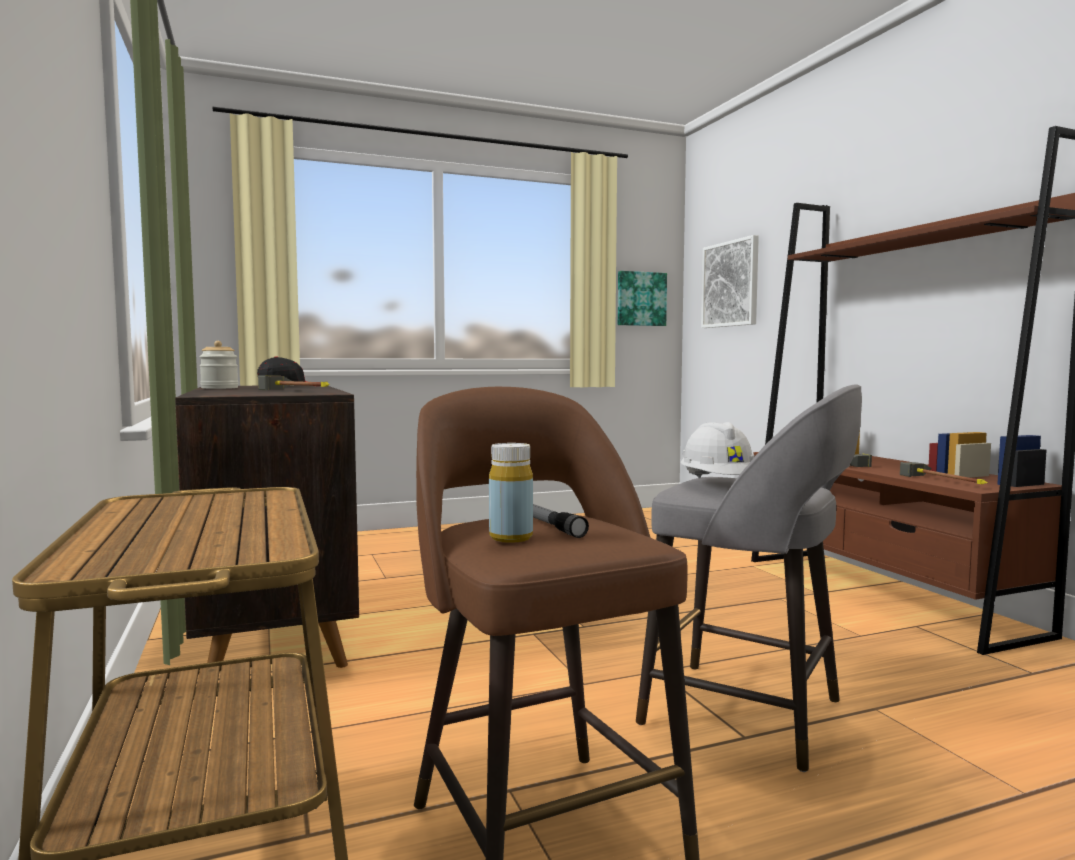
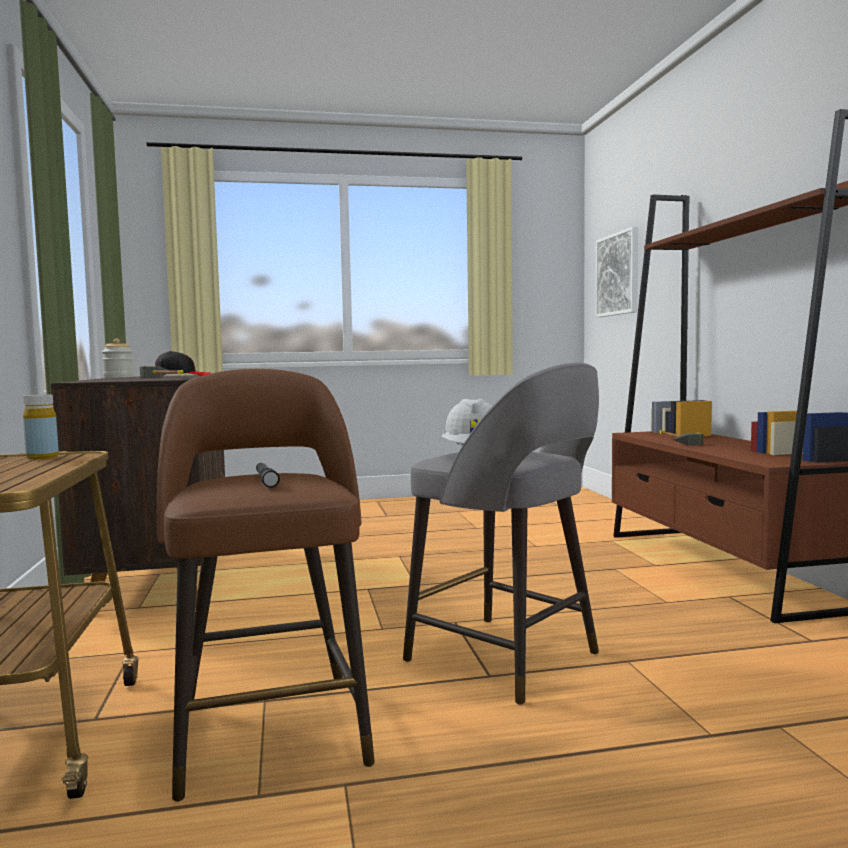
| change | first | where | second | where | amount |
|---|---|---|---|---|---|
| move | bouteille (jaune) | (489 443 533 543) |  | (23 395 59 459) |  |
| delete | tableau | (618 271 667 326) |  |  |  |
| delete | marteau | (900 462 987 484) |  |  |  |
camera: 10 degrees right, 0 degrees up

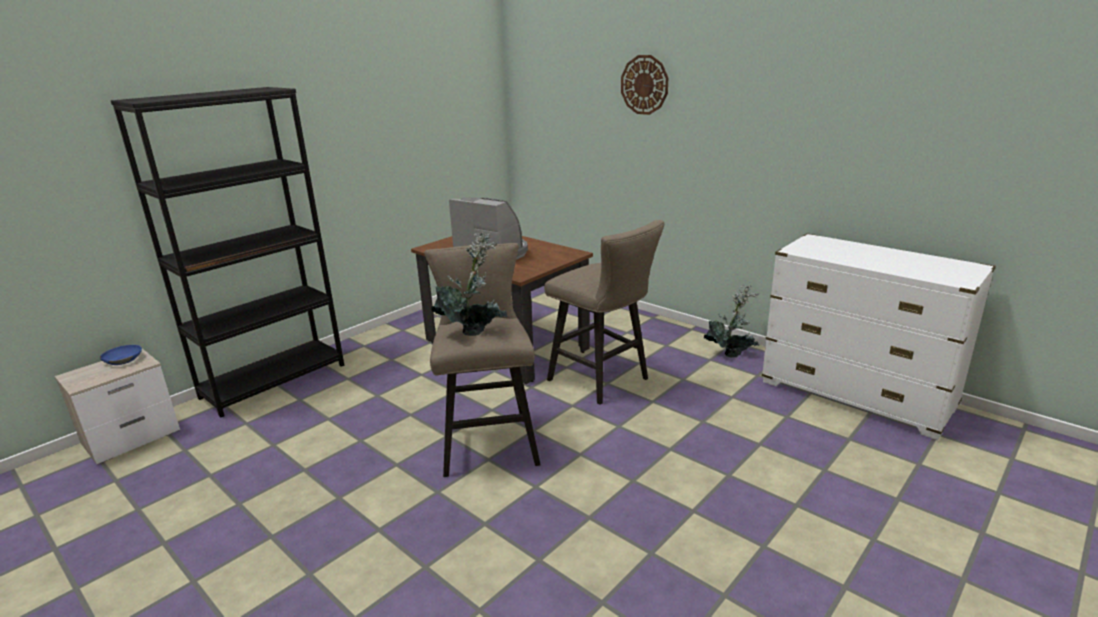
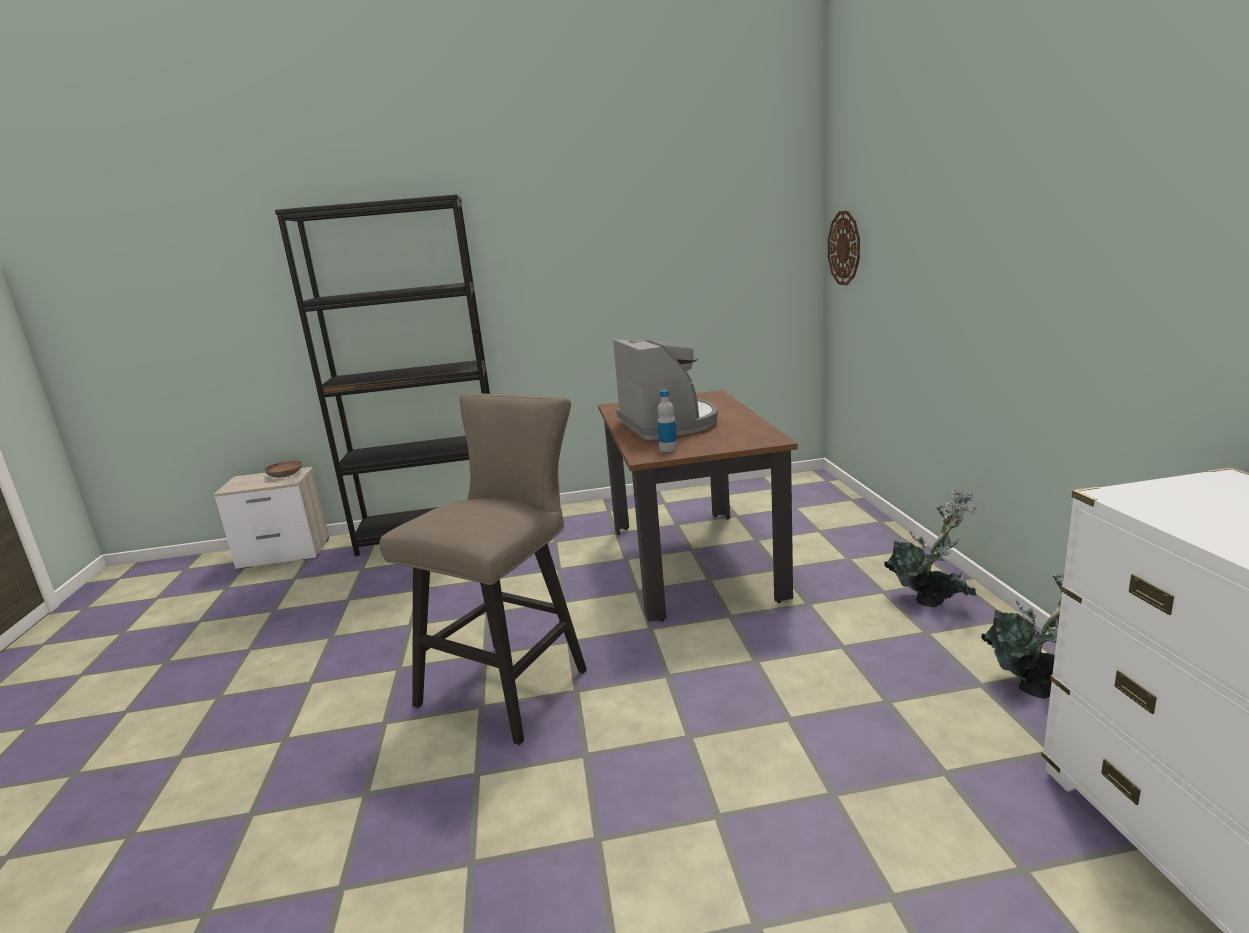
| change | first | where | second | where | amount |
|---|---|---|---|---|---|
| recolor | bol (bleu) | (100 345 142 365) | bol (marron) | (265 461 303 478) |  |
| move | plante en pot | (431 232 508 336) |  | (884 490 977 607) |  |
| delete | tabouret (beige) | (544 220 664 405) |  |  |  |
| move | horloge murale | (621 55 668 115) |  | (828 211 860 286) |  |
| insert |  |  | bouteille | (657 390 678 452) |  |
camera: 40 degrees right, 5 degrees down

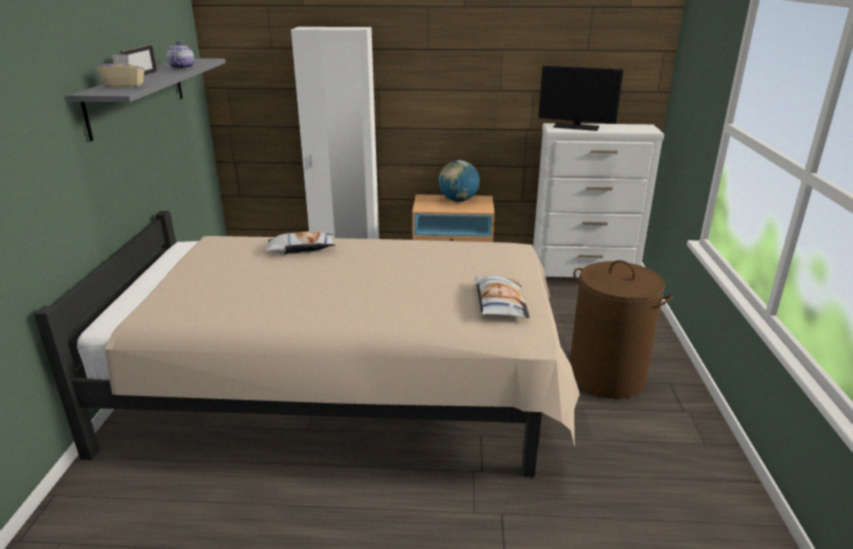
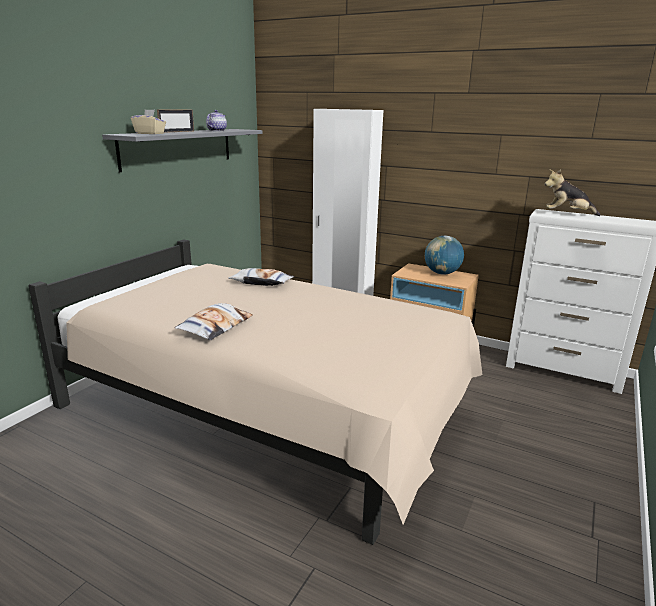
| change | first | where | second | where | amount |
|---|---|---|---|---|---|
| move | coussin | (475 275 530 318) |  | (175 303 253 340) |  |
| replace | écran d'ordinateur | (538 65 623 131) | peluche | (545 169 600 216) |  |
| delete | panier à linge (marron) | (570 260 673 399) |  |  |  |
camera: 25 degrees right, 5 degrees down

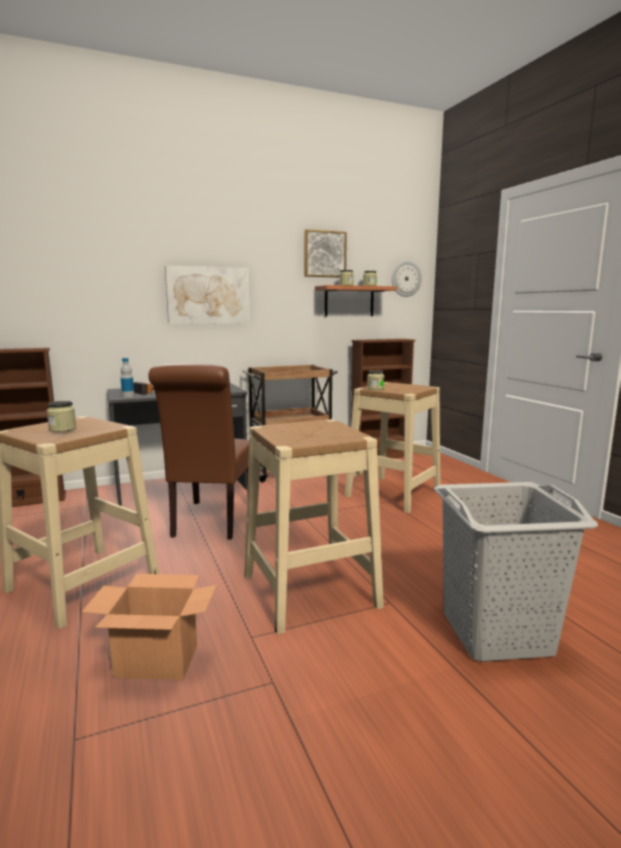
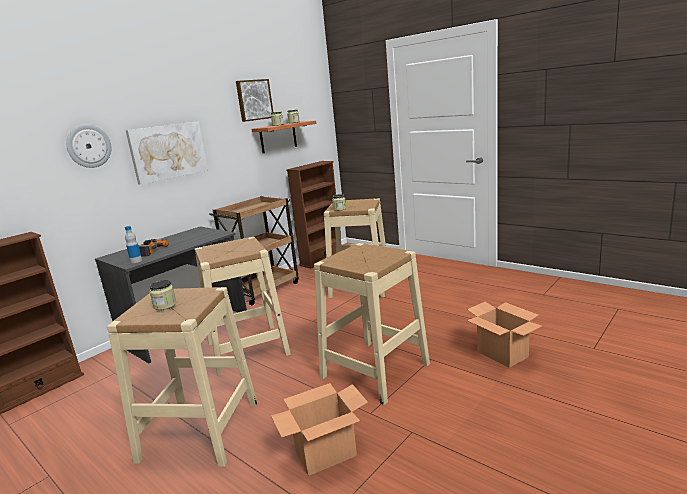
| change | first | where | second | where | amount |
|---|---|---|---|---|---|
| replace | chaise (marron) | (148 364 249 540) | tabouret (beige) | (195 237 291 376) |  |
| move | horloge murale | (392 261 422 297) |  | (66 124 112 168) |  |
| replace | panier à linge (gris) | (434 482 598 662) | carton | (467 302 542 368) |  |
camera: 25 degrees left, 5 degrees up

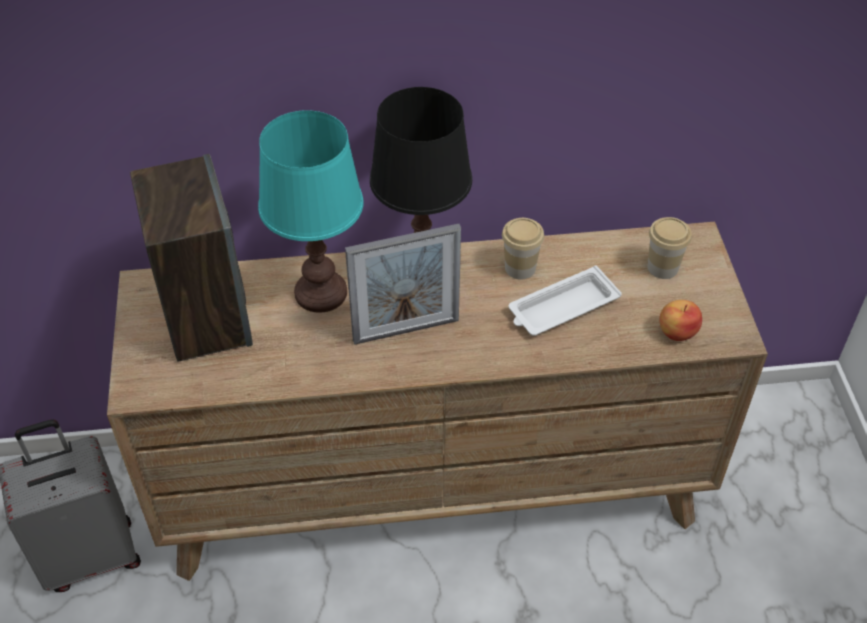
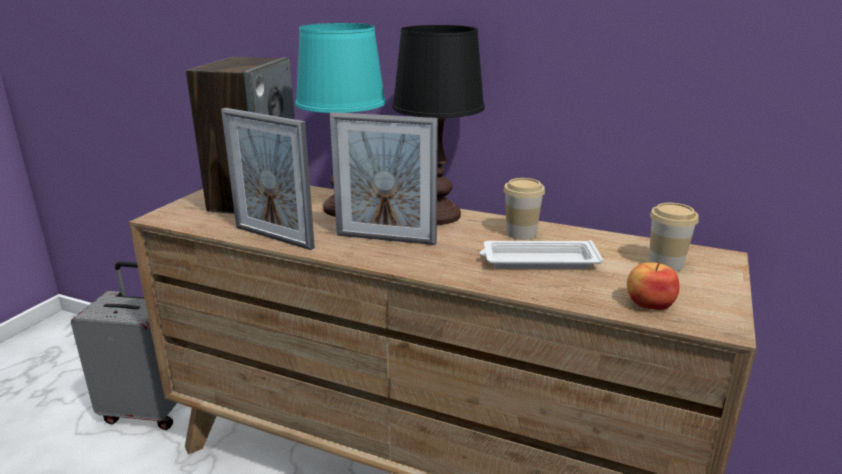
| change | first | where | second | where | amount |
|---|---|---|---|---|---|
| insert |  |  | cadre photo | (221 108 315 250) |  |
camera: 30 degrees right, 25 degrees down

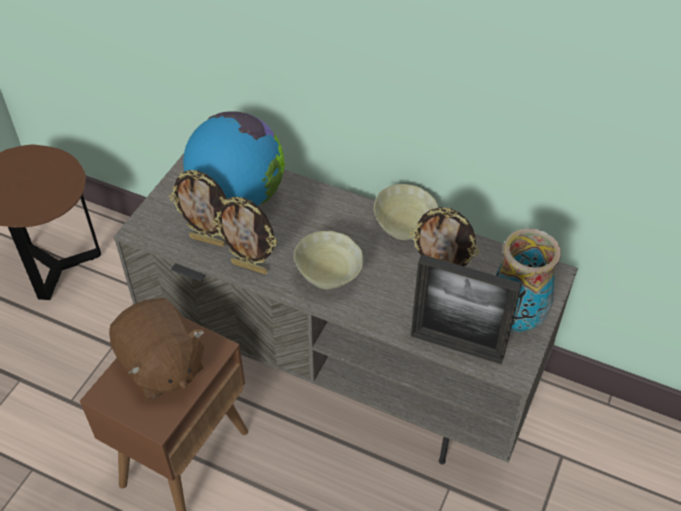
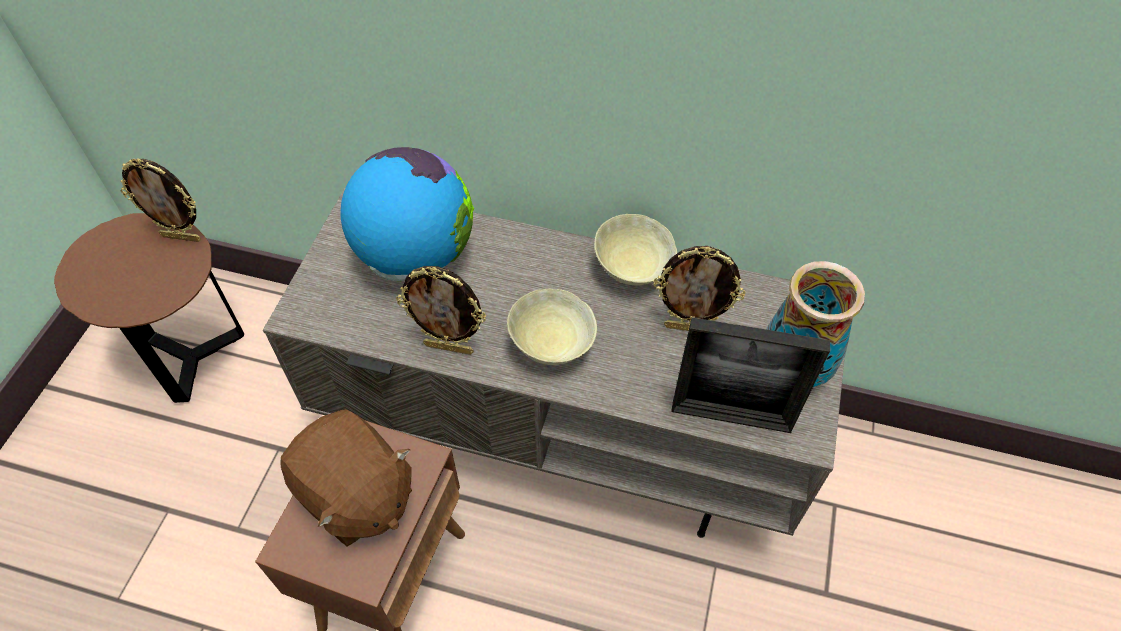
| change | first | where | second | where | amount |
|---|---|---|---|---|---|
| move | cadre photo | (169 170 227 247) |  | (120 158 201 242) |  |
camera: 10 degrees left, 5 degrees up

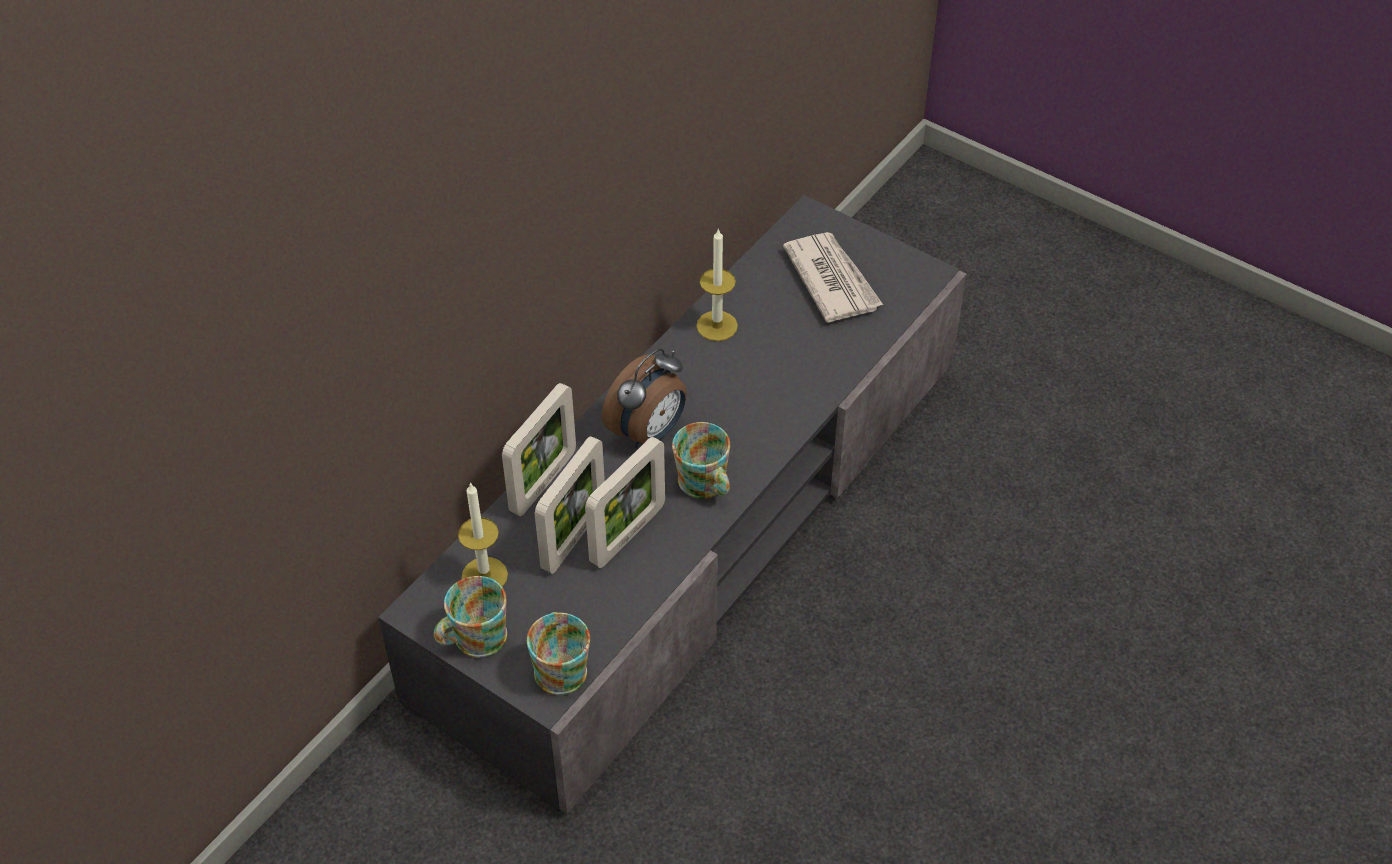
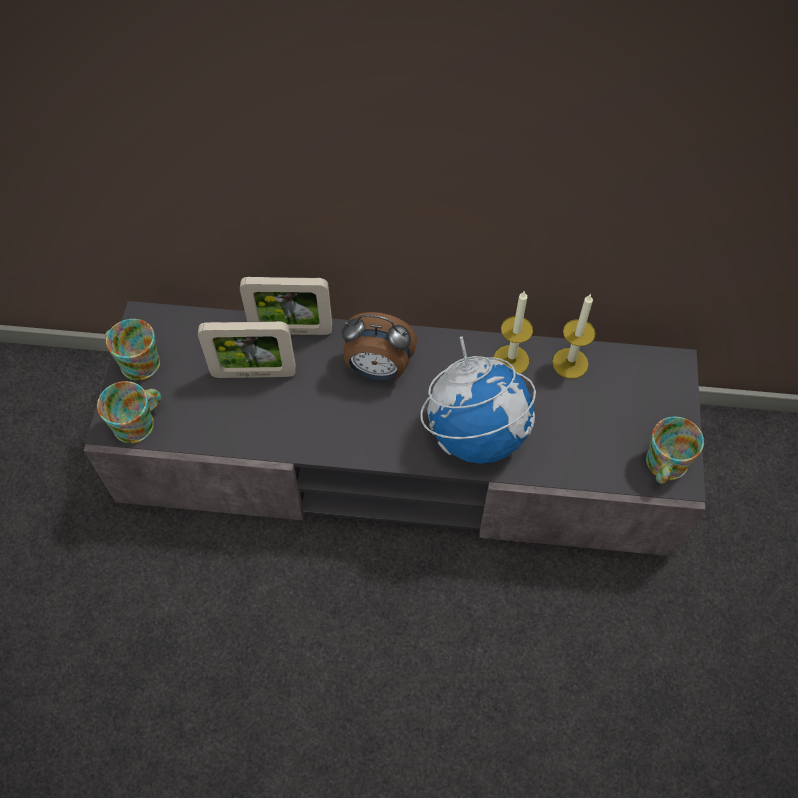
| change | first | where | second | where | amount |
|---|---|---|---|---|---|
| move | bougie | (458 482 508 587) |  | (552 294 595 379) |  |
| delete | cadre photo | (585 437 665 568) |  |  |  |
| move | mug | (672 422 730 499) |  | (646 417 704 484) |  |
| delete | journal | (783 232 883 323) |  |  |  |
| insert |  |  | globe | (420 337 536 463) |  |
camera: 60 degrees right, 10 degrees up

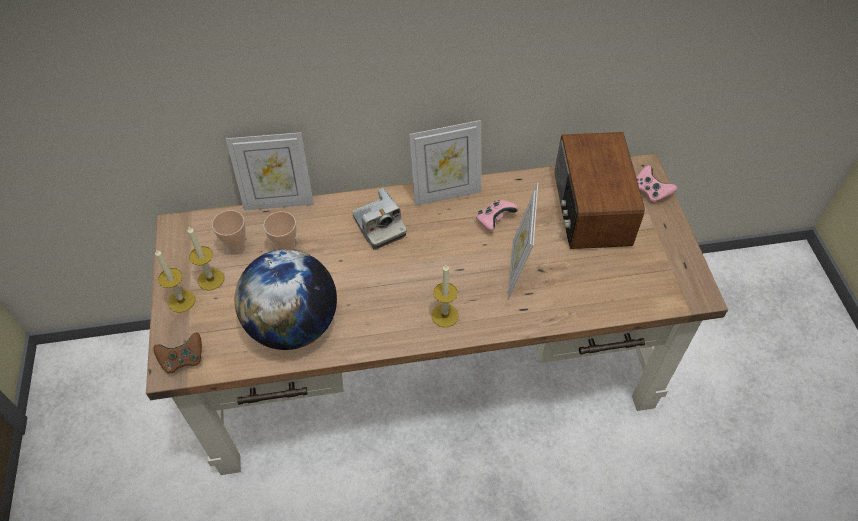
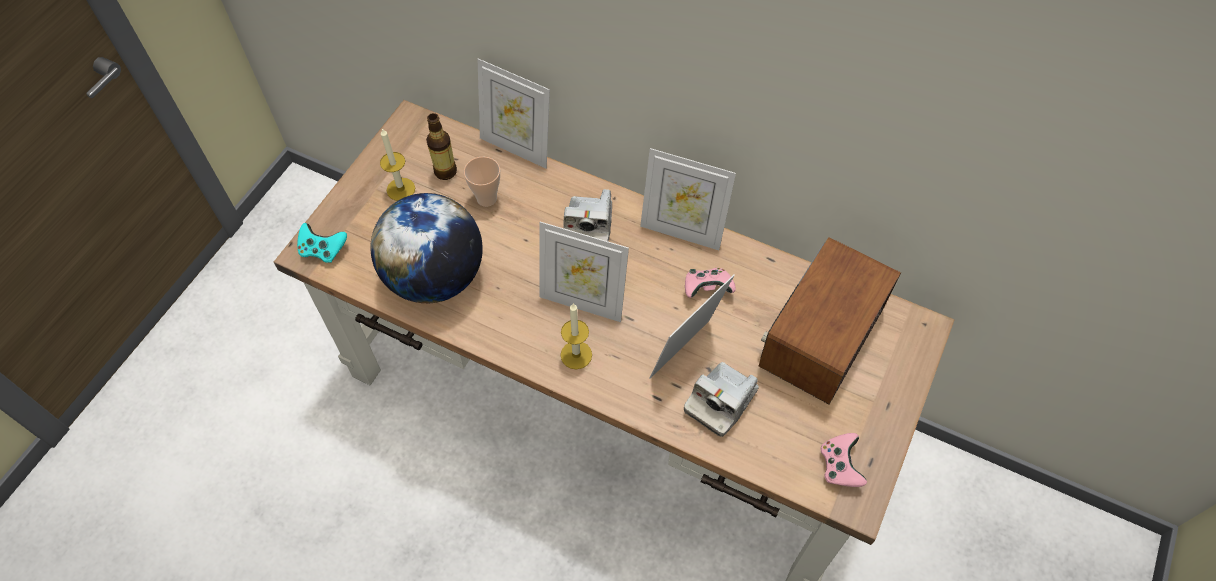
| change | first | where | second | where | amount |
|---|---|---|---|---|---|
| recolor | manette (marron) | (154 332 202 373) | manette (turquoise) | (297 223 347 263) |  |
| delete | bougie | (155 249 195 313) |  |  |  |
| replace | tasse | (212 210 246 255) | bouteille | (426 113 457 180) |  |
| move | manette (rose) | (637 165 677 203) |  | (821 433 867 487) |  |
| insert |  |  | cadre photo | (539 222 629 322) |  |
| insert |  |  | appareil photo | (684 362 759 437) |  |
camera: 35 degrees right, 5 degrees up

